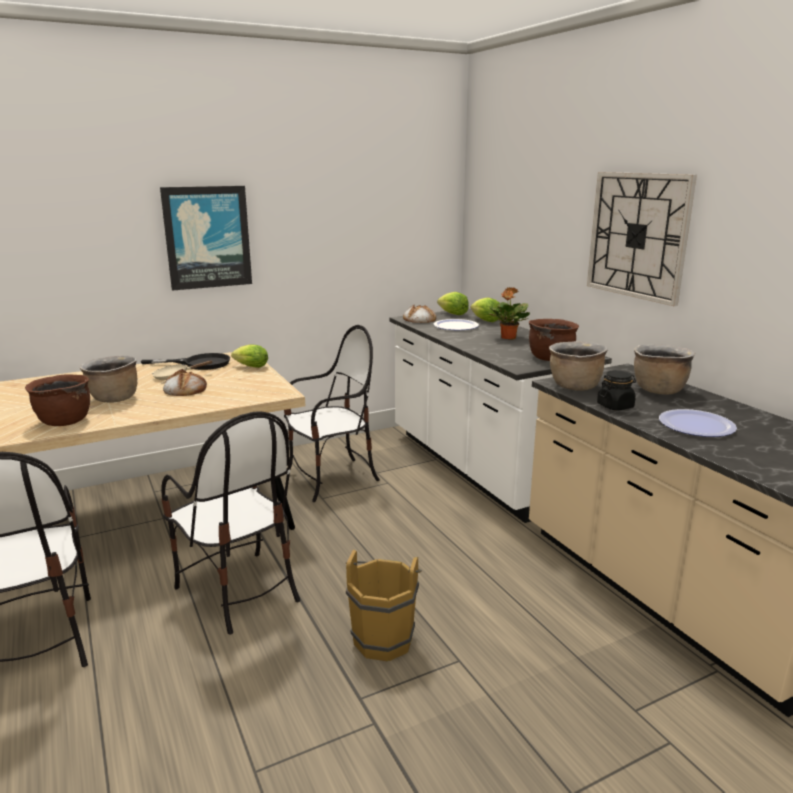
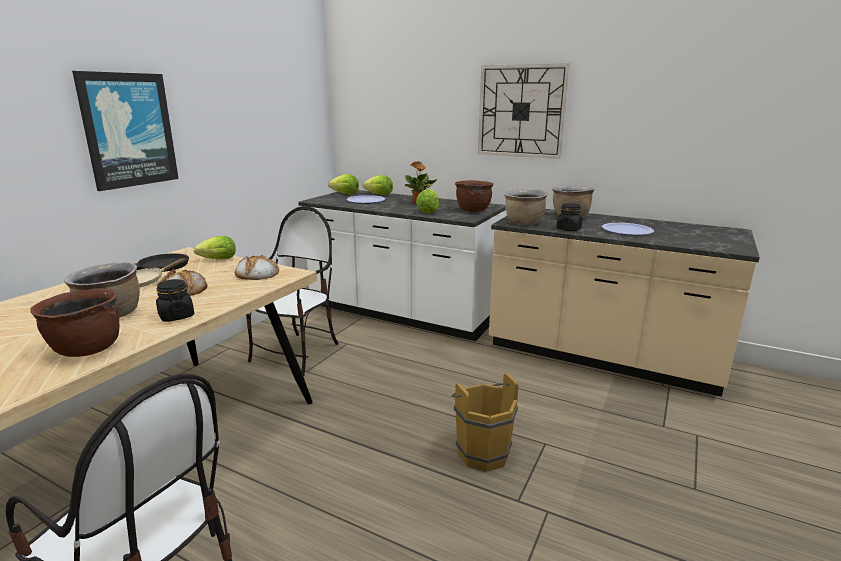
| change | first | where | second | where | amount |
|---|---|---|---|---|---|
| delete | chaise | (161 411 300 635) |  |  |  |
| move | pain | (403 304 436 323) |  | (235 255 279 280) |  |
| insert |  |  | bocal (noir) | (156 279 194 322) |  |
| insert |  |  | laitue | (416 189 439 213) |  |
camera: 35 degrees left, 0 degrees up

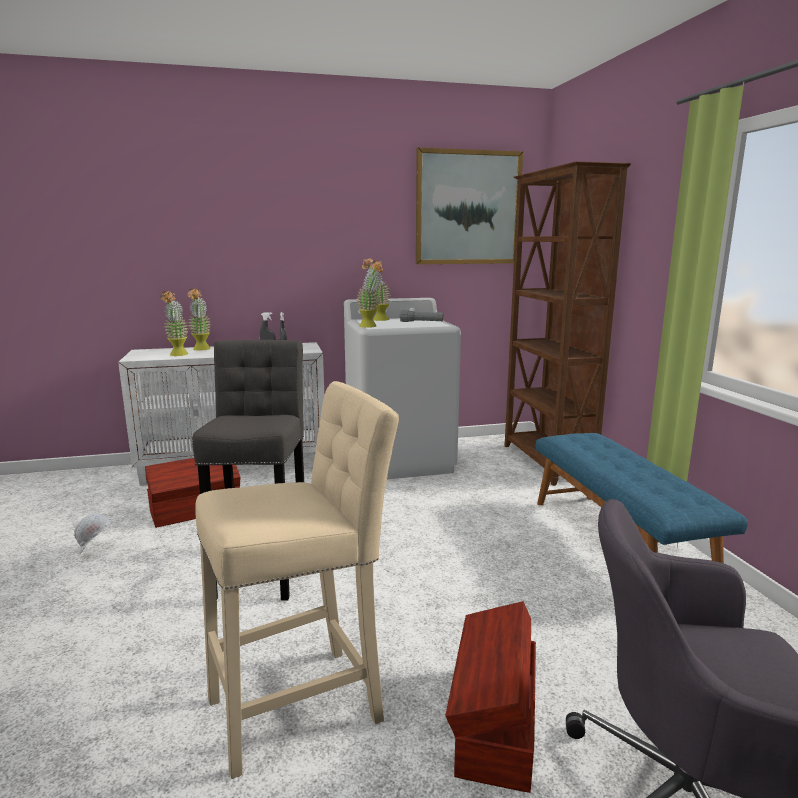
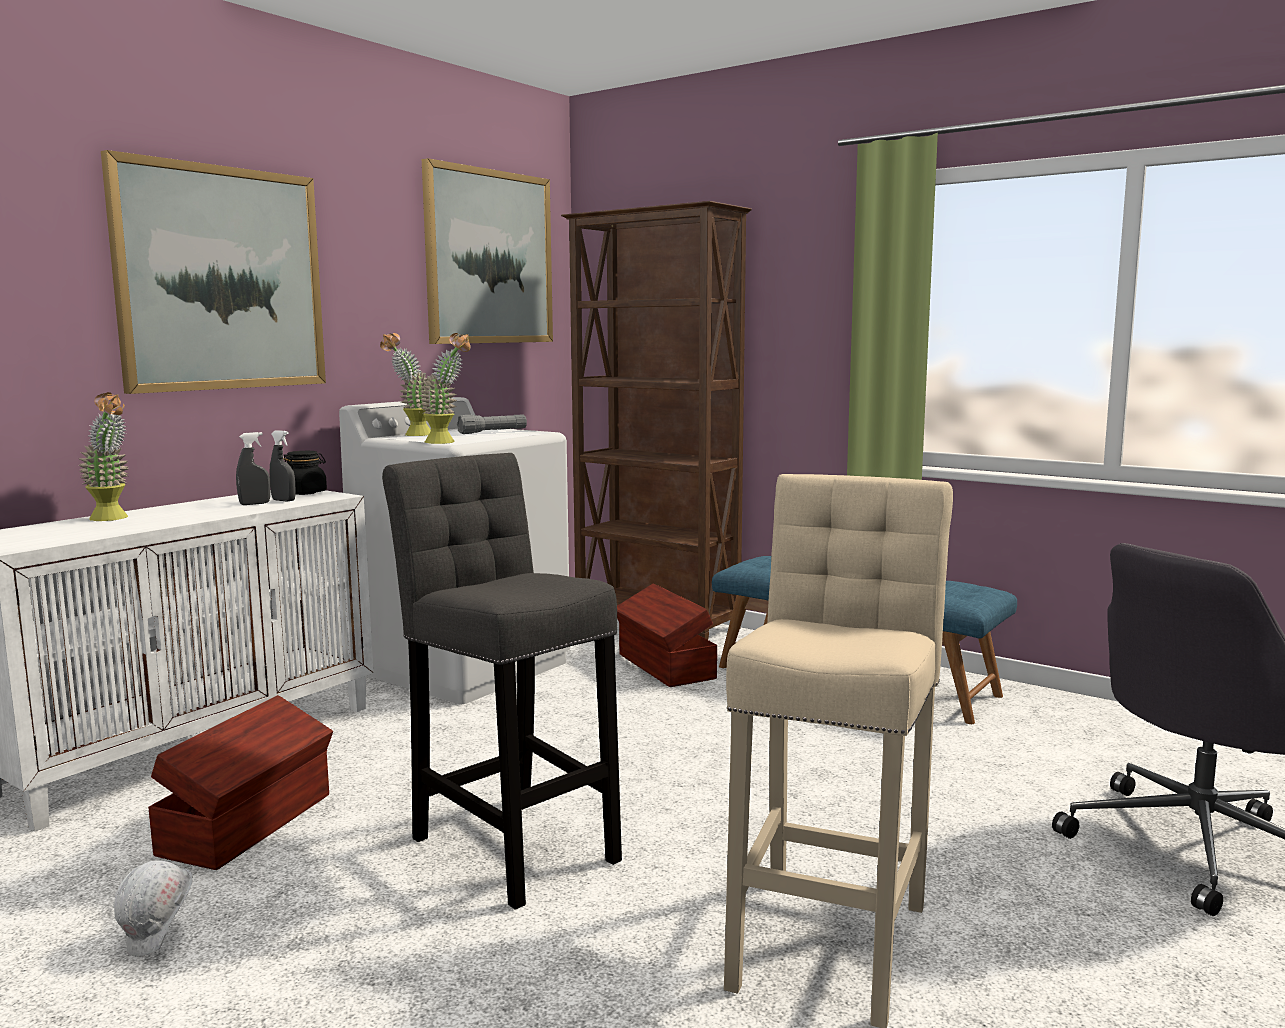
| change | first | where | second | where | amount |
|---|---|---|---|---|---|
| delete | plante en pot | (160 291 189 356) |  |  |  |
| move | boîte de rangement (marron) | (445 601 536 793) |  | (617 584 717 687) |  |
| insert |  |  | tableau | (101 150 326 394) |  |
| insert |  |  | bocal (noir) | (283 451 327 495) |  |
camera: 40 degrees left, 5 degrees down

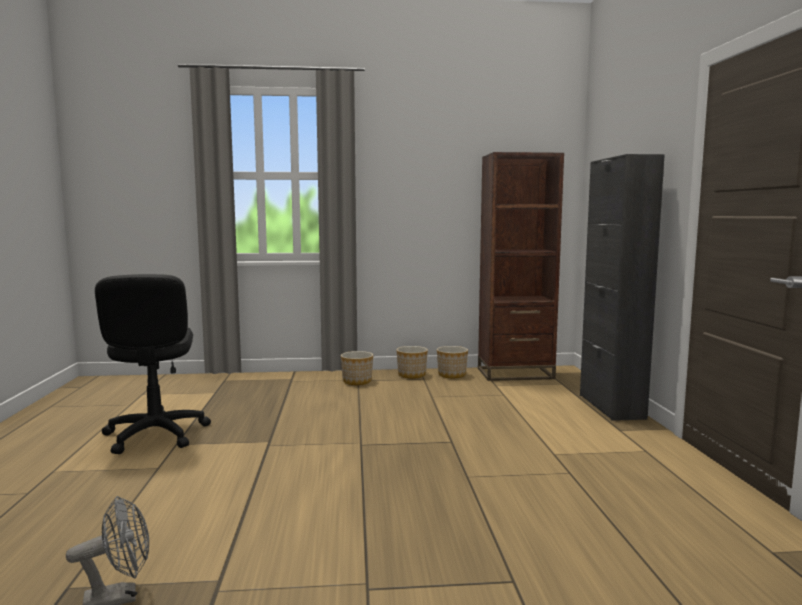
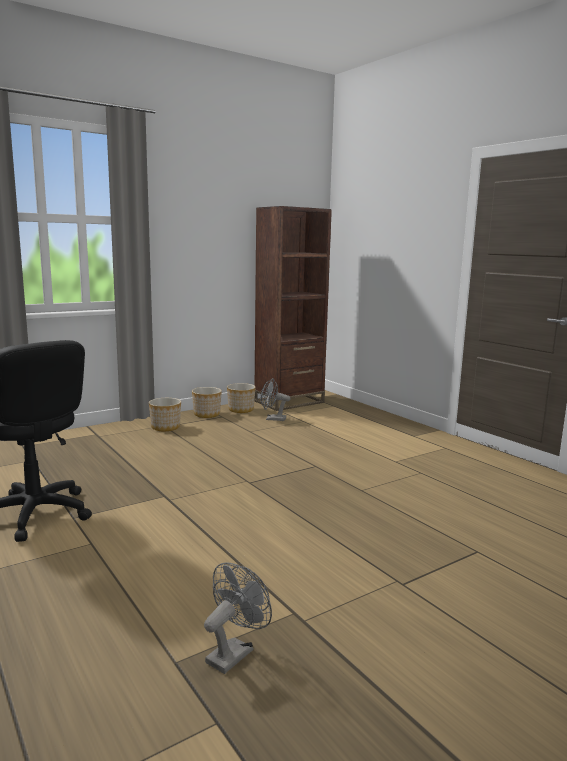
| change | first | where | second | where | amount |
|---|---|---|---|---|---|
| delete | meuble de rangement (noir) | (580 154 665 421) |  |  |  |
| insert |  |  | ventilateur (gris) | (261 378 291 421) |  |
camera: 30 degrees left, 5 degrees up

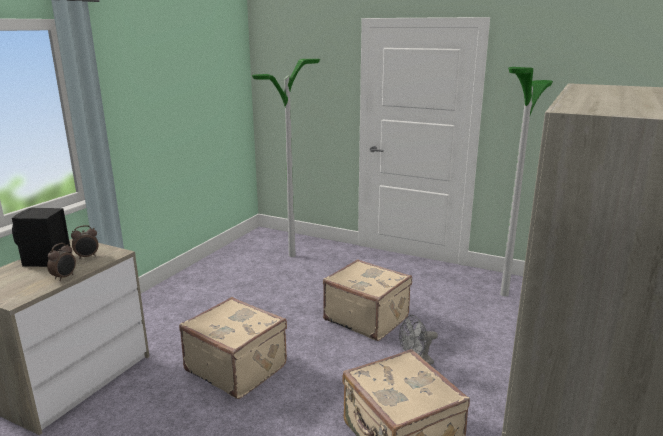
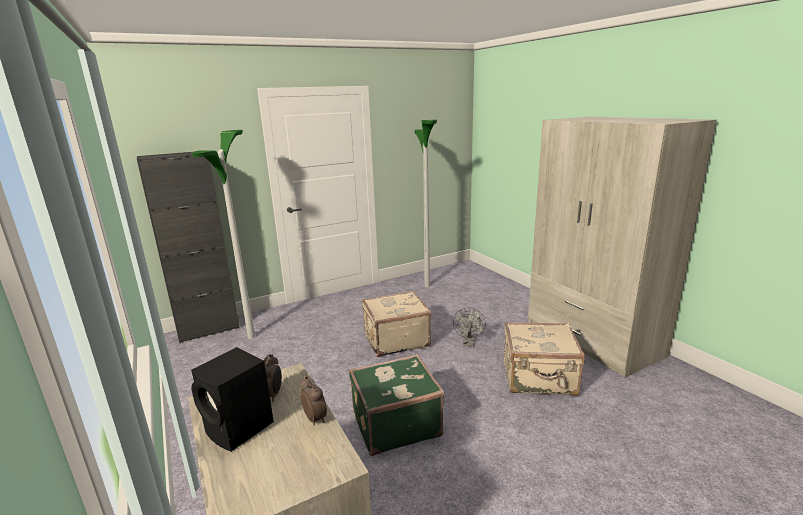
| change | first | where | second | where | amount |
|---|---|---|---|---|---|
| recolor | valise (beige) | (179 297 287 399) | valise (vert) | (349 354 444 456) |  |
| insert |  |  | meuble de rangement (noir) | (137 152 240 343) |  |
camera: 55 degrees left, 0 degrees up

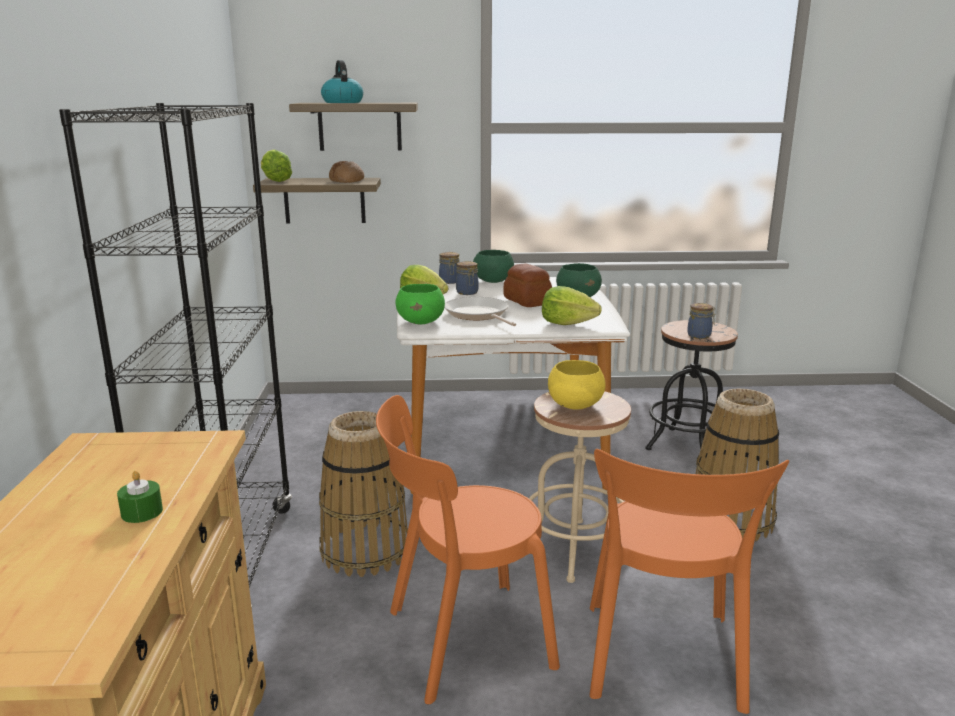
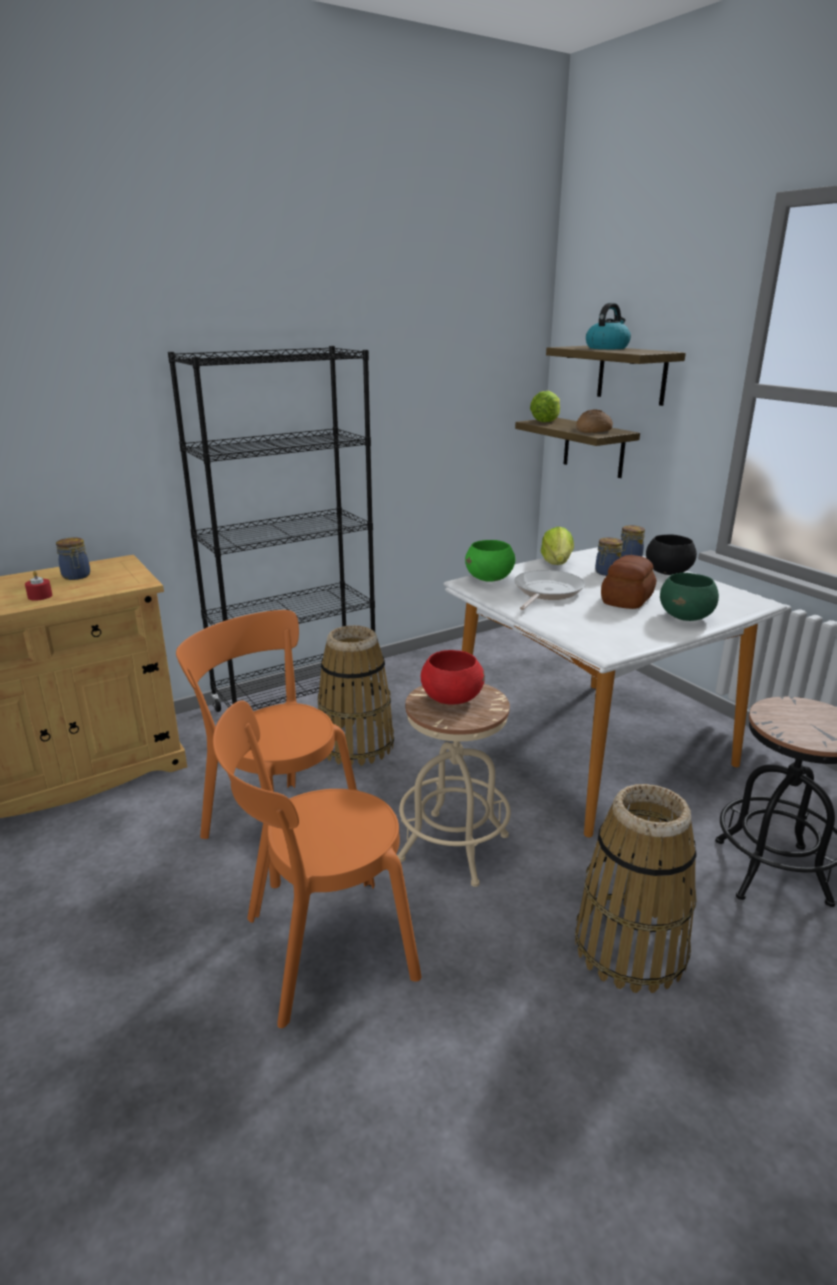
| change | first | where | second | where | amount |
|---|---|---|---|---|---|
| recolor | bougie (vert) | (117 471 163 523) | bougie (rouge) | (25 571 52 601) |  |
| recolor | bol (vert) | (473 250 514 283) | bol (noir) | (646 535 697 575) |  |
| delete | laitue | (542 286 601 325) |  |  |  |
| recolor | bol (jaune) | (548 360 606 410) | bol (rouge) | (421 650 485 705) |  |
| move | bocal | (687 303 716 339) |  | (56 537 90 580) |  |
camera: 60 degrees right, 5 degrees up

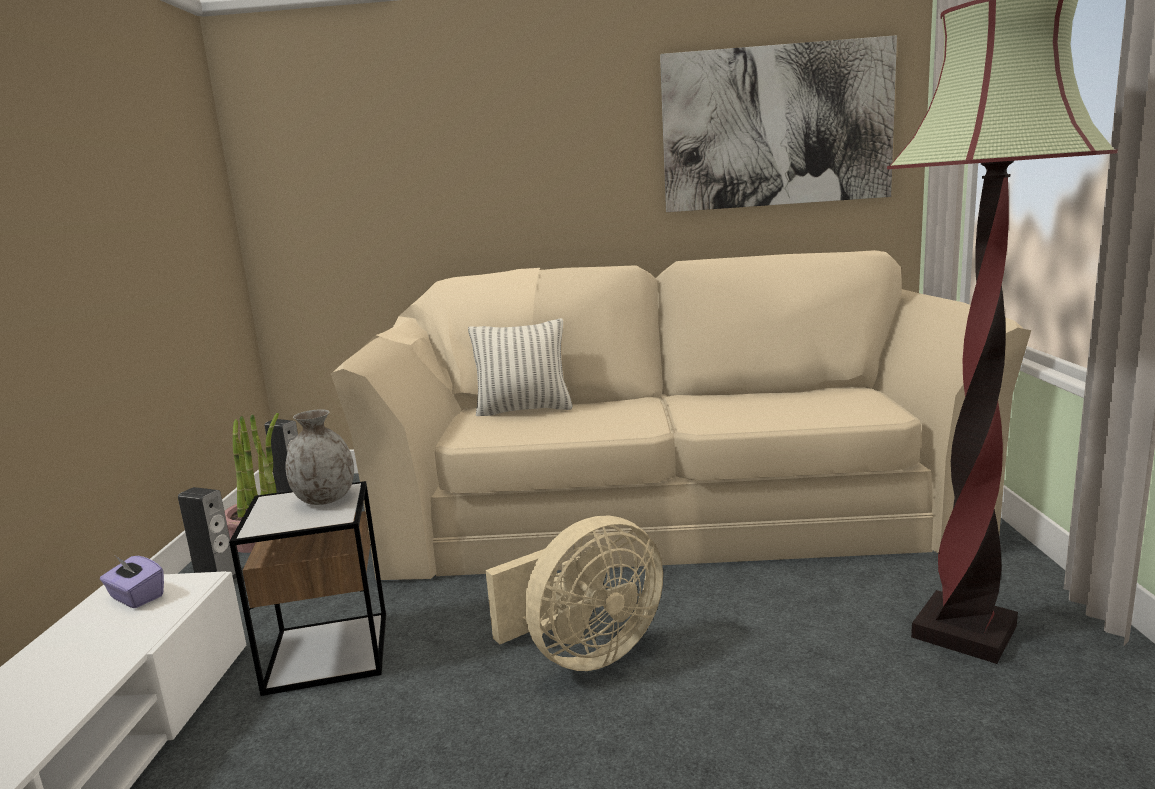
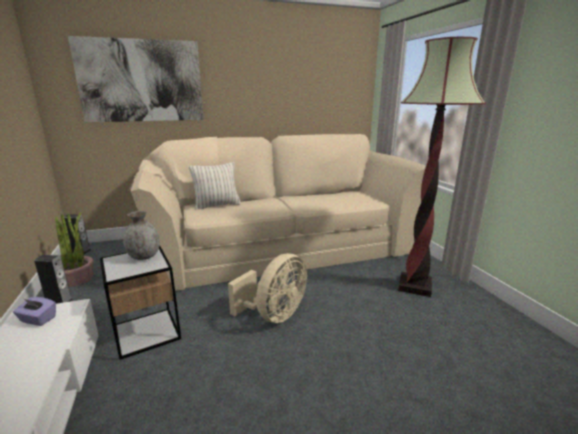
| change | first | where | second | where | amount |
|---|---|---|---|---|---|
| move | tableau | (660 35 897 212) |  | (68 36 204 122) |  |
camera: 20 degrees left, 5 degrees up

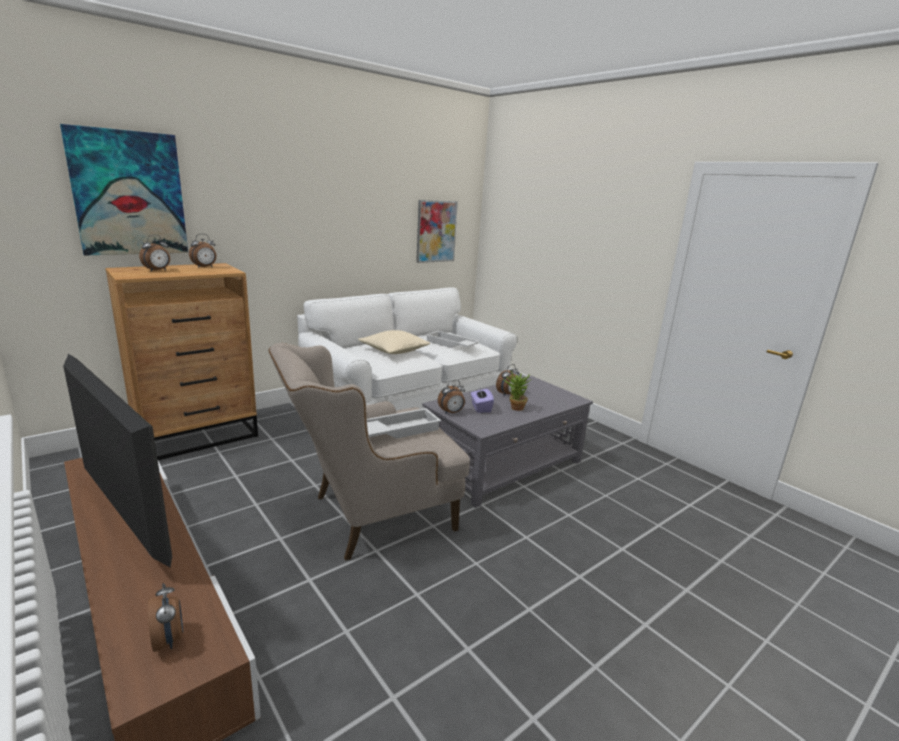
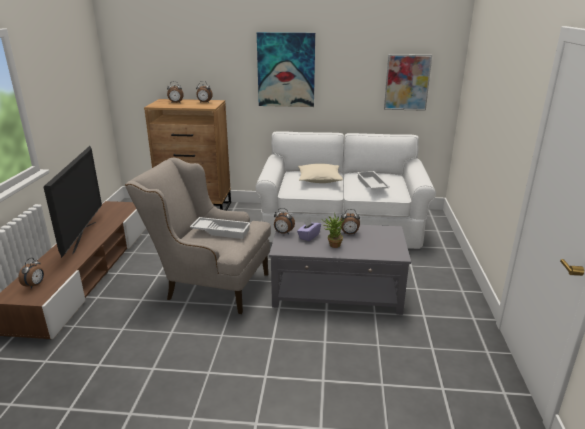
| change | first | where | second | where | amount |
|---|---|---|---|---|---|
| move | tableau | (60 124 188 256) |  | (257 32 315 107) |  |
camera: 45 degrees right, 5 degrees up

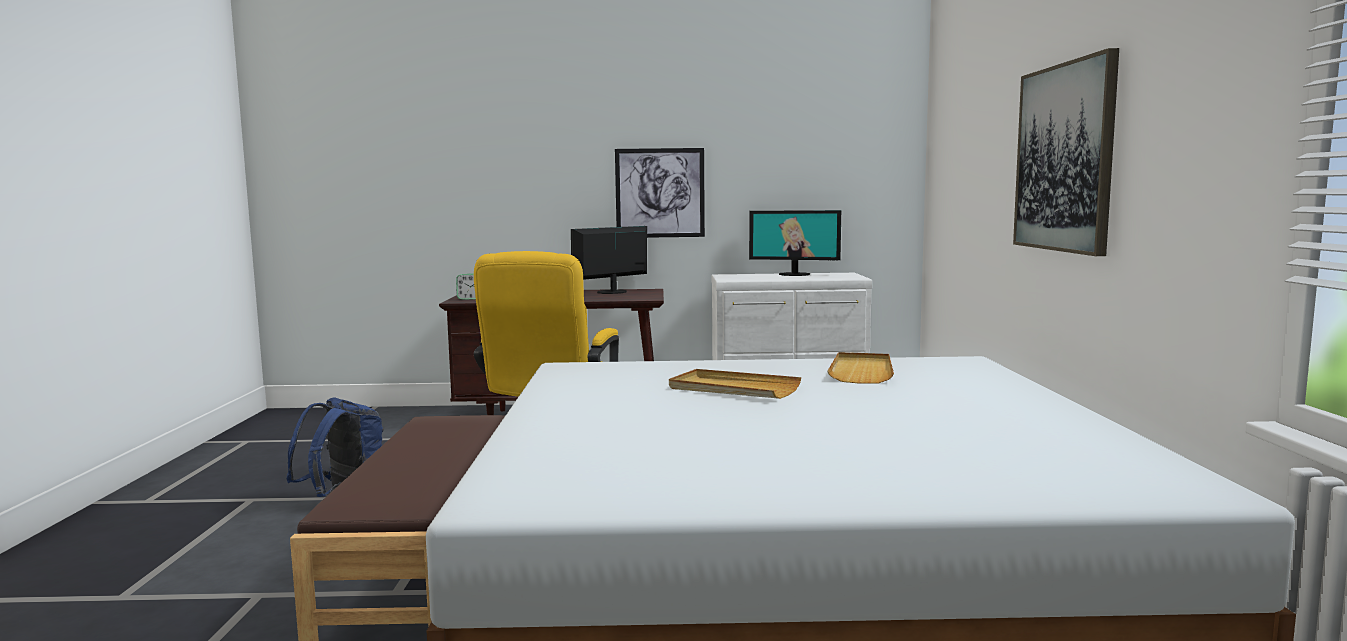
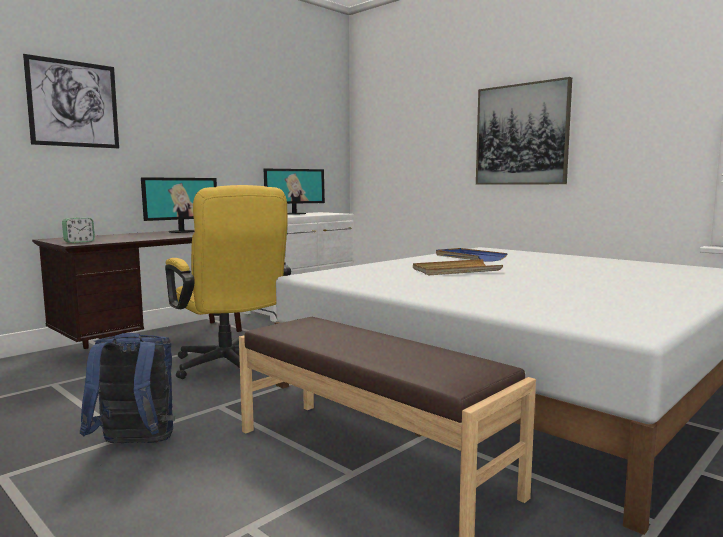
| change | first | where | second | where | amount |
|---|---|---|---|---|---|
| rotate | écran d'ordinateur | (571 226 647 294) |  | (141 177 217 233) | 135 degrees counterclockwise |
| move | tableau | (615 148 705 238) |  | (23 54 119 148) |  |
| recolor | plateau (beige) | (827 352 894 384) | plateau (bleu) | (436 248 508 262) |  |
camera: 45 degrees left, 0 degrees up

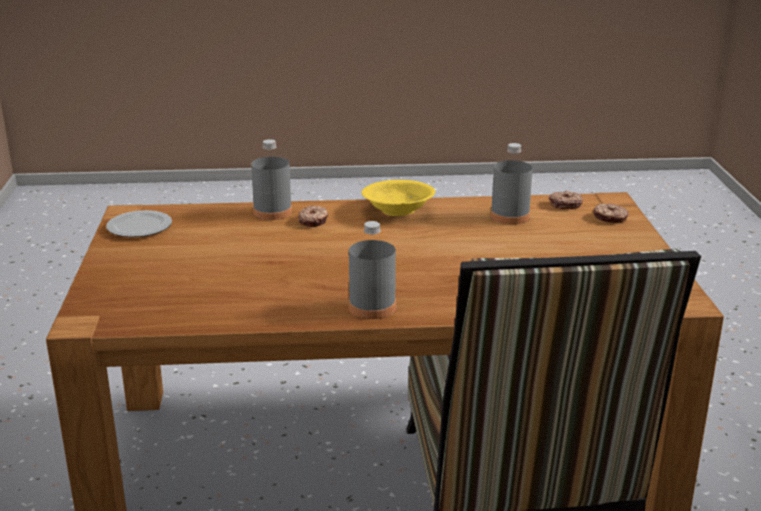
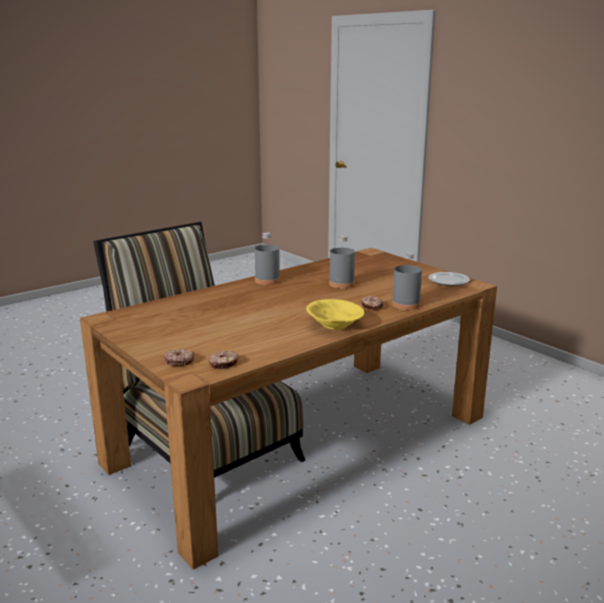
| change | first | where | second | where | amount |
|---|---|---|---|---|---|
| move | bouteille (gris) | (490 143 533 225) |  | (329 235 355 289) |  |
camera: 145 degrees right, 5 degrees down

